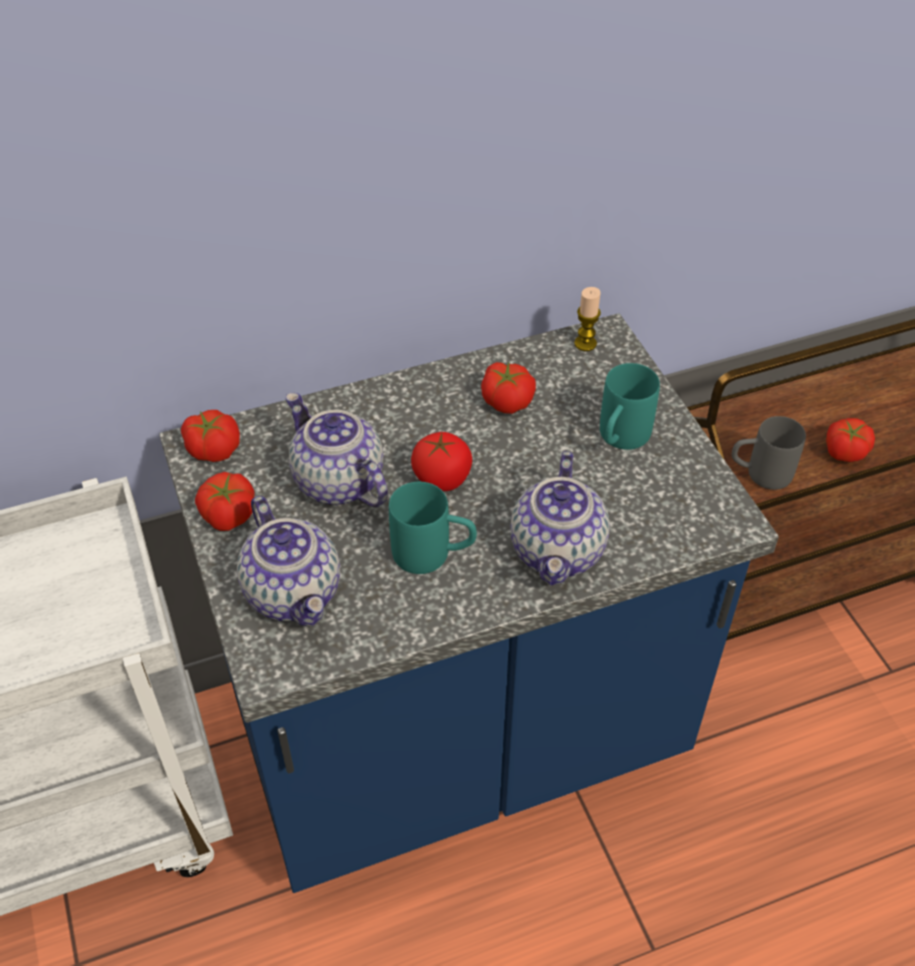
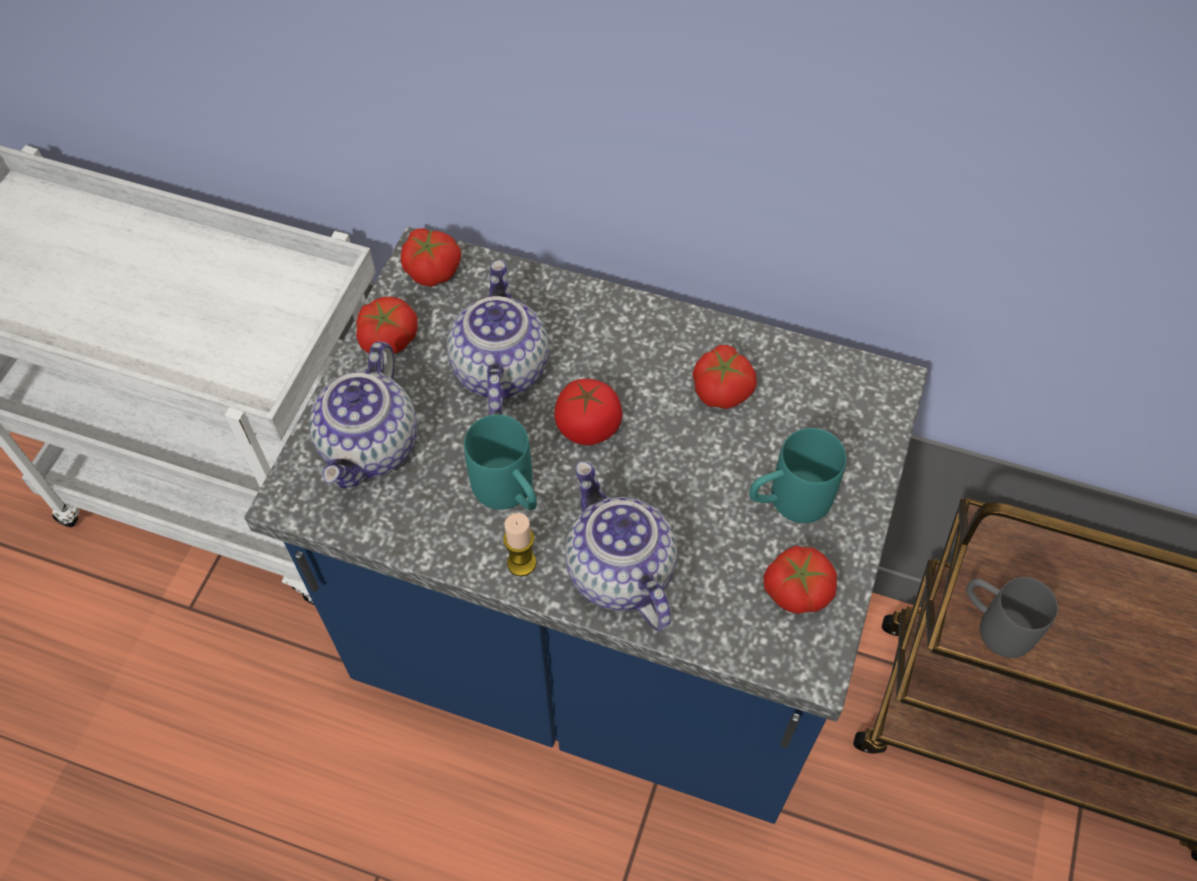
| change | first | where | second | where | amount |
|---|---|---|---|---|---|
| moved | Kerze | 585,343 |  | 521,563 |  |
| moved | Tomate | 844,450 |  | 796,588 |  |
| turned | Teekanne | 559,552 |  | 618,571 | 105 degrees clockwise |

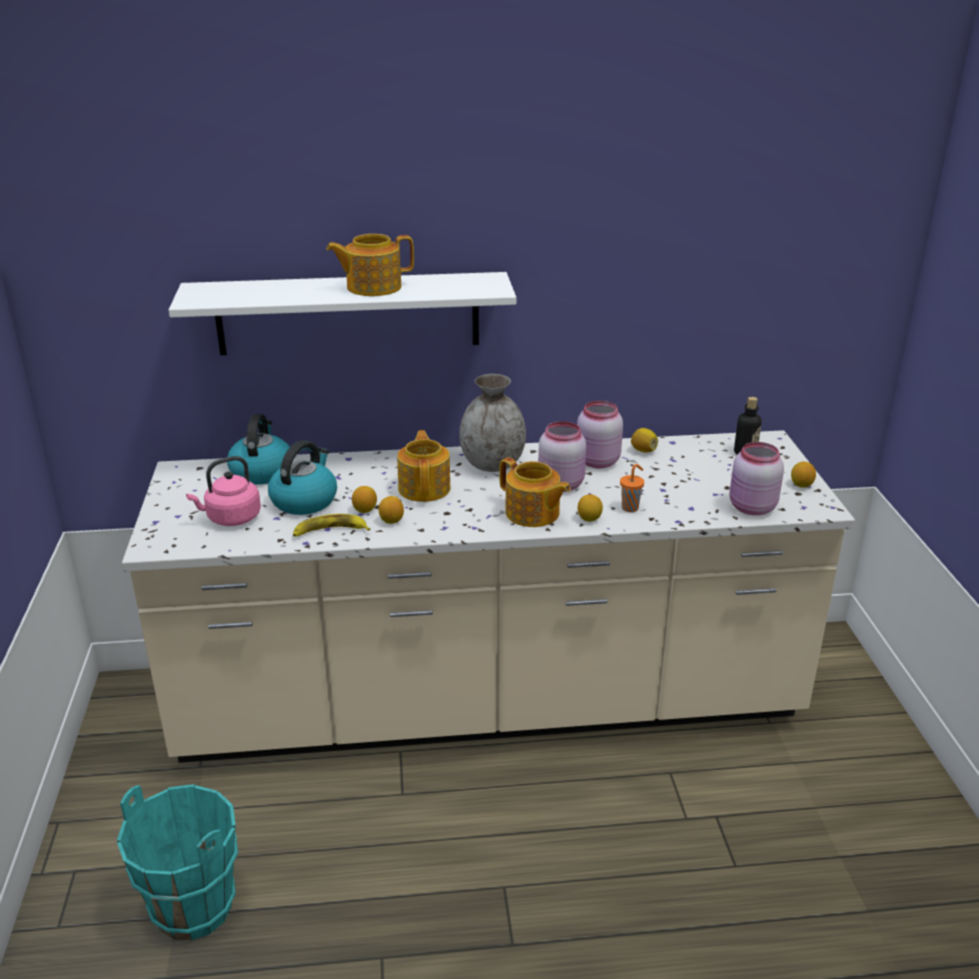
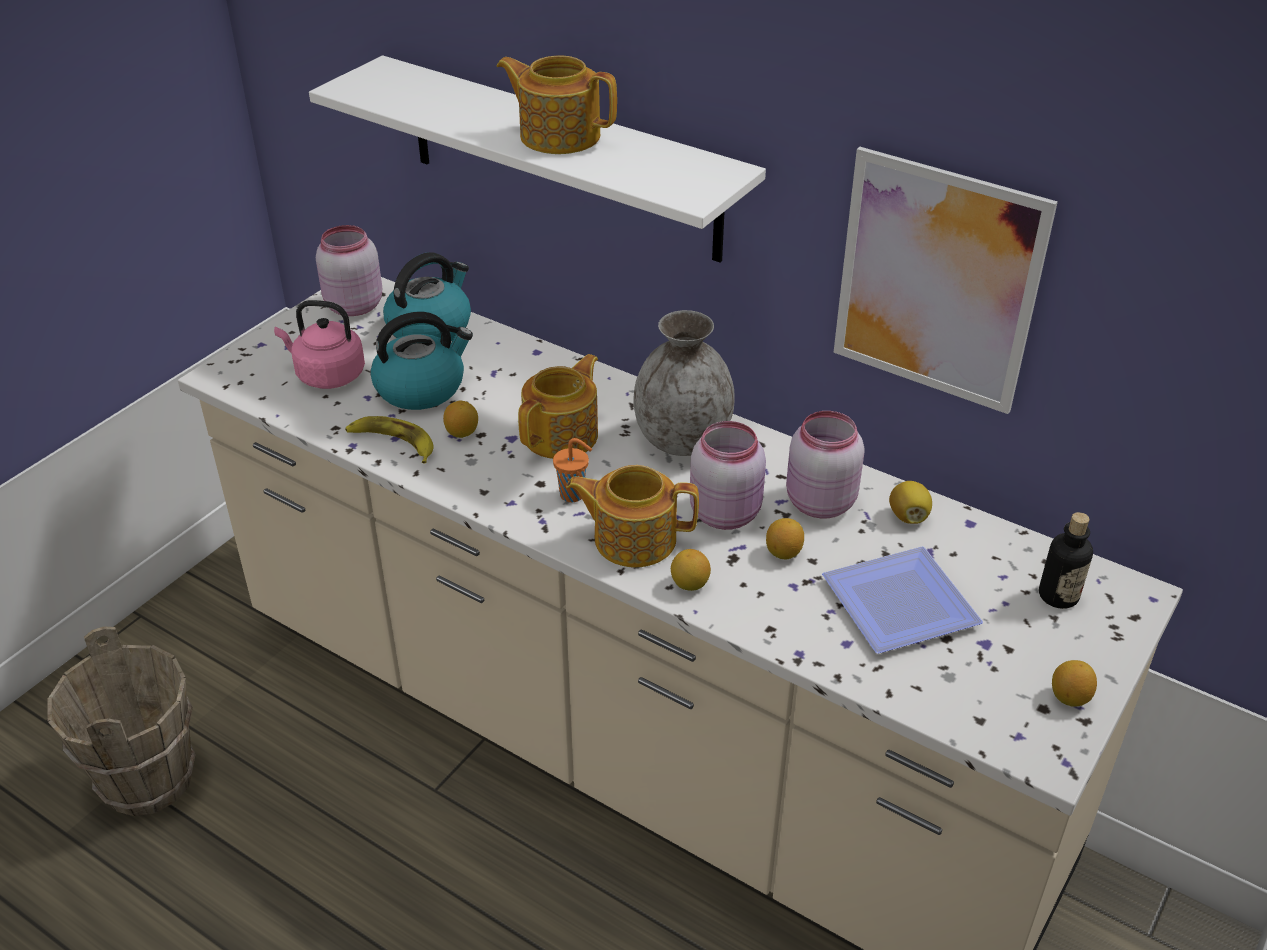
| change | first | where | second | where | amount |
|---|---|---|---|---|---|
| added |  |  | Teller | 893,602 |  |
| added |  |  | Bild | 937,282 |  |
| moved | Zitrone | 391,521 |  | 783,553 |  |
| moved | Tasse/orange | 630,508 |  | 574,495 |  |
| moved | Vorratsglas/rosa | 751,508 |  | 352,306 |  |
| recoloured | Eimer/türkis | 194,907 | Eimer/braun | 150,780 |  |
| turned | Teekanne | 532,514 |  | 633,538 | 105 degrees clockwise |

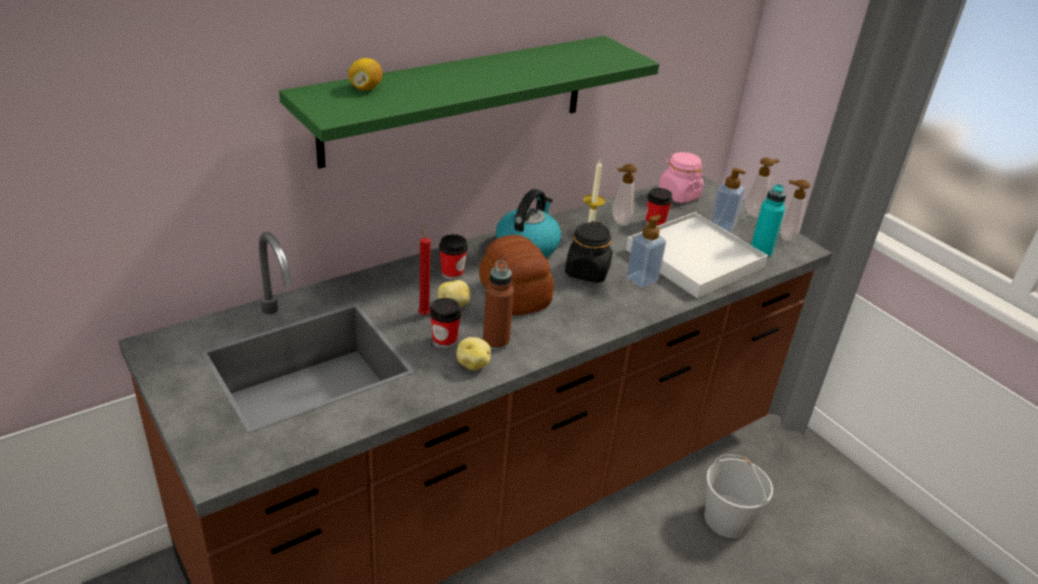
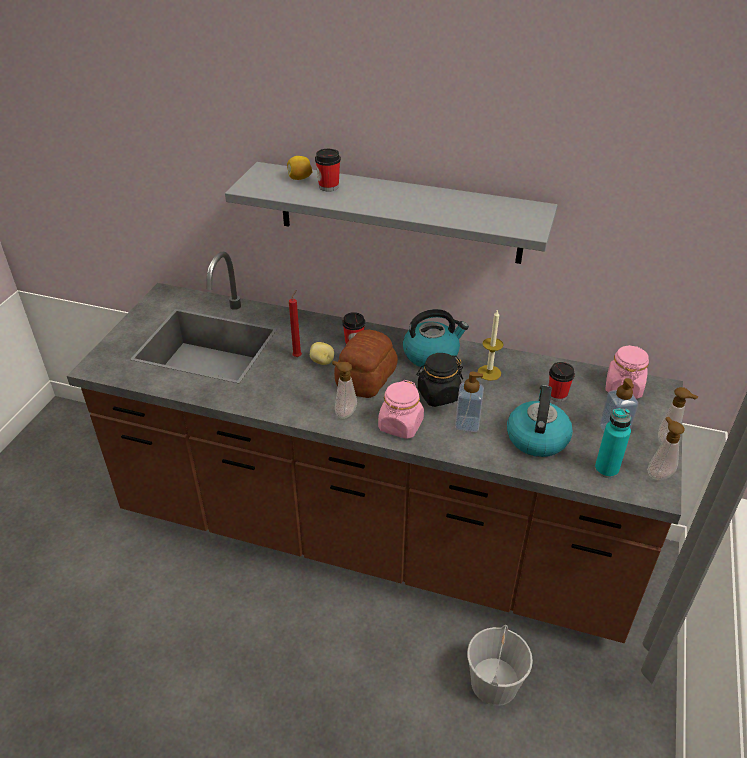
| change | first | where | second | where | amount |
|---|---|---|---|---|---|
| removed | Kartoffel | 473,364 |  |  |  |
| removed | Flasche/braun | 496,342 |  |  |  |
| added |  |  | Vorratsglas/rosa | 400,425 |  |
| moved | Tasse | 444,341 |  | 328,187 |  |
| moved | Seifenspender | 619,222 |  | 344,412 |  |
| replaced | Tablett/weiß | 694,259 | Wasserkessel | 537,437 |  |
| recoloured | Wandregal/grün | 458,99 | Wandregal/grau | 399,213 |  |

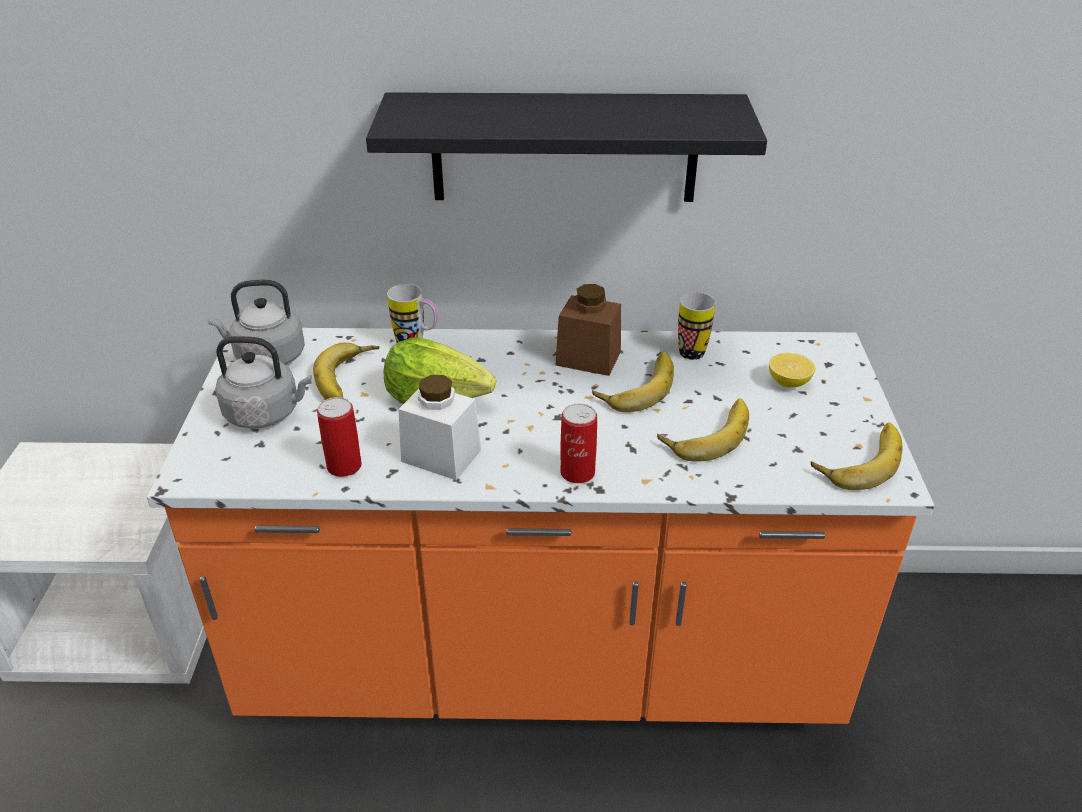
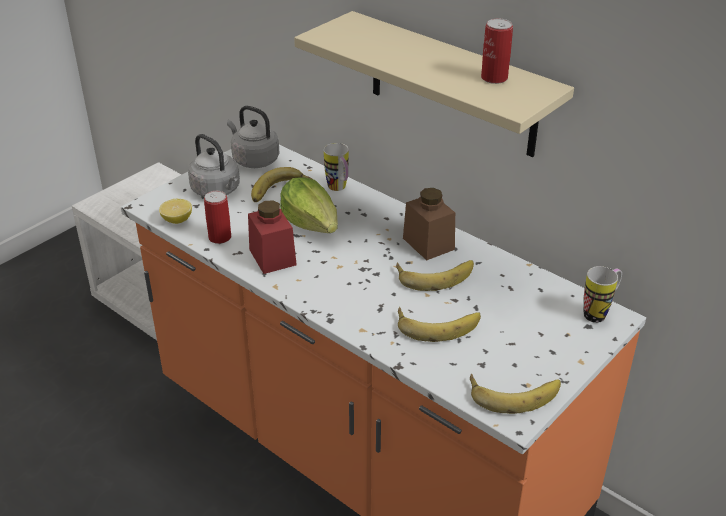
| change | first | where | second | where | amount |
|---|---|---|---|---|---|
| moved | Dose | 577,472 |  | 494,78 |  |
| moved | Henkelbecher | 692,348 |  | 599,312 |  |
| moved | Zitrone | 788,383 |  | 177,220 |  |
| recoloured | Wandregal/schwarz | 564,148 | Wandregal/beige | 452,85 |  |
| recoloured | Vorratsglas/weiß | 441,456 | Vorratsglas/rot | 272,257 |  |

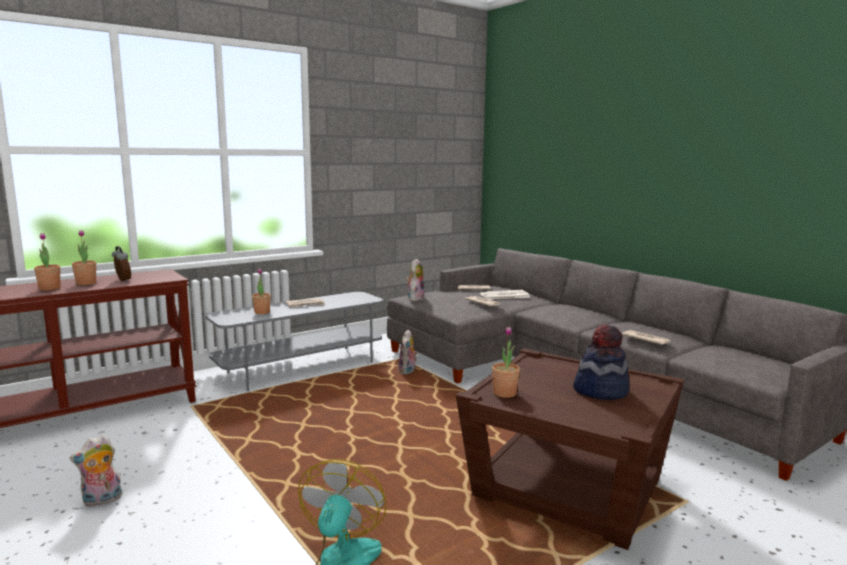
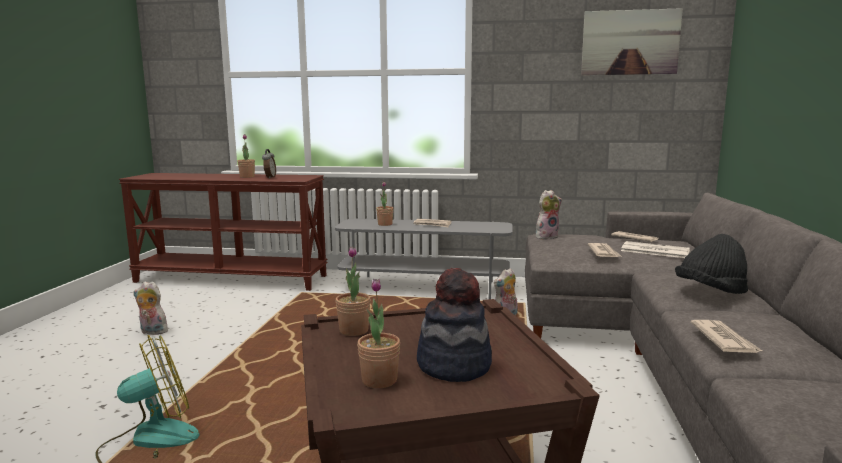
| change | first | where | second | where | amount |
|---|---|---|---|---|---|
| added |  |  | Bild | 630,42 |  |
| added |  |  | Hut/schwarz | 710,292 |  |
| moved | Topfpflanze | 49,288 |  | 379,380 |  |

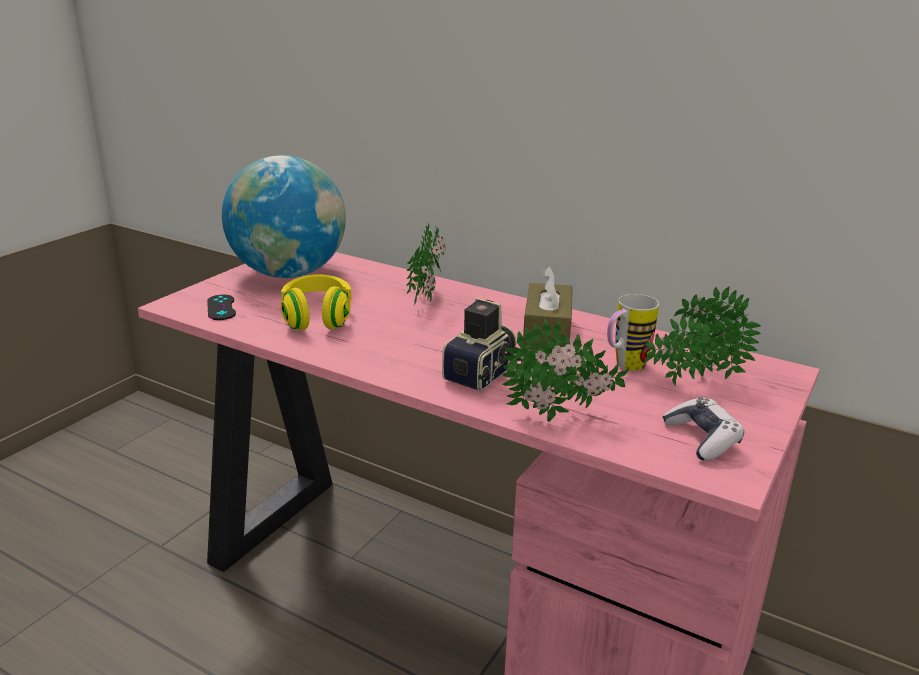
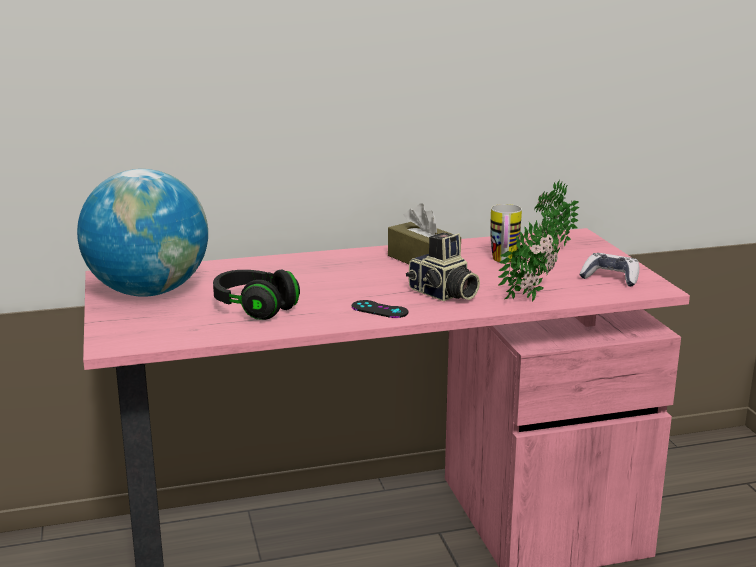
| change | first | where | second | where | amount |
|---|---|---|---|---|---|
| removed | Topfpflanze | 425,297 |  |  |  |
| moved | Gamepad/schwarz | 221,308 |  | 379,309 |  |
| recoloured | Kopfhörer/gelb | 317,317 | Kopfhörer/schwarz | 255,308 |  |
| turned | Kamera | 483,373 |  | 442,294 | 150 degrees clockwise |

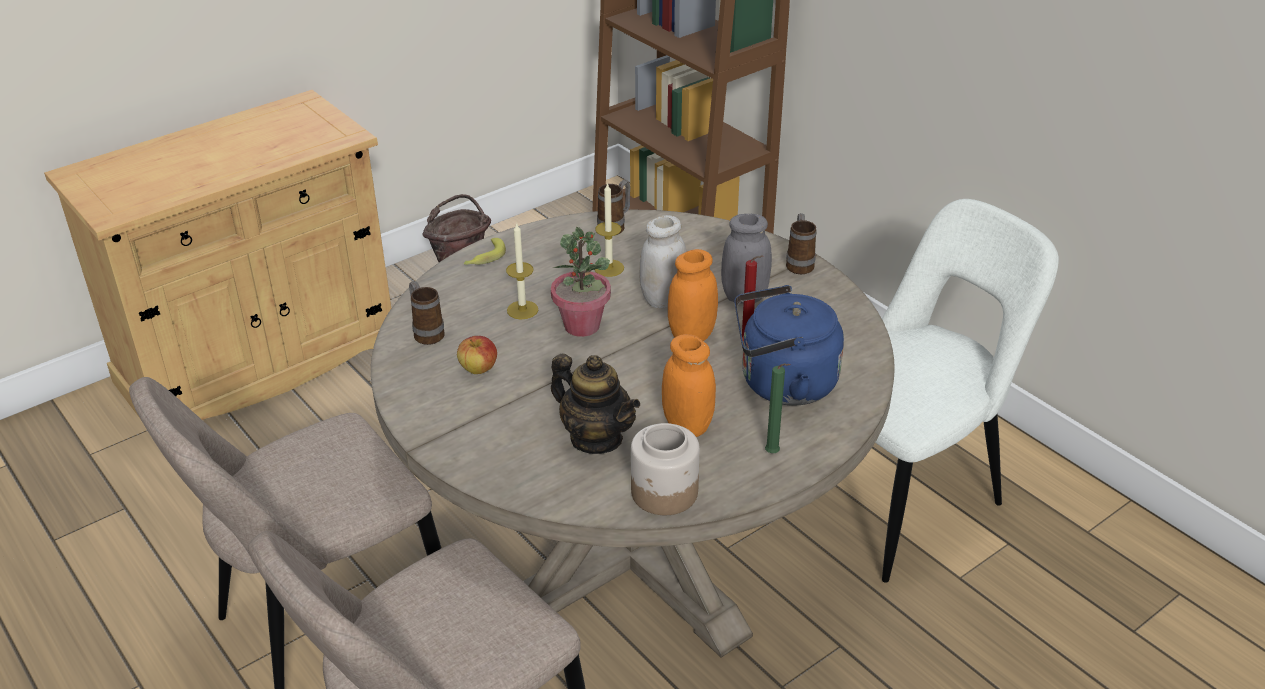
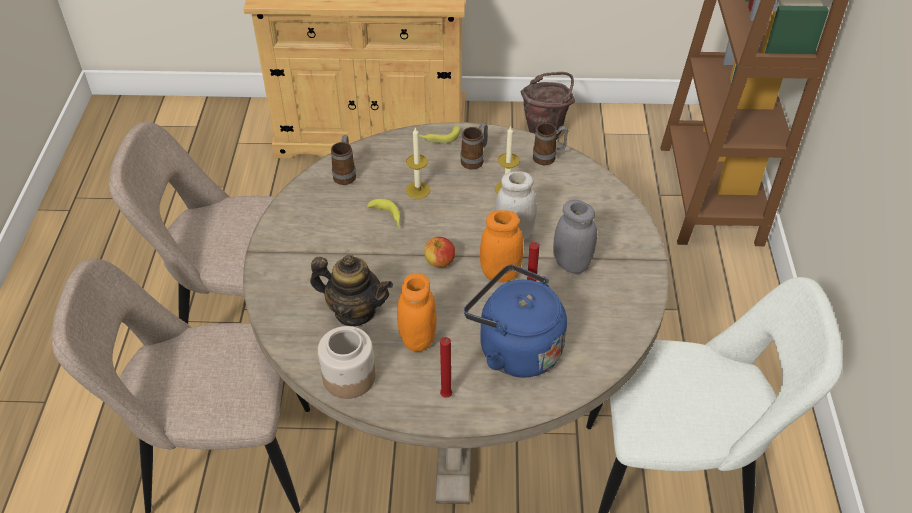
| change | first | where | second | where | amount |
|---|---|---|---|---|---|
| removed | Topfpflanze | 582,326 |  |  |  |
| added |  |  | Banane | 387,217 |  |
| moved | Apfel | 478,369 |  | 439,262 |  |
| moved | Henkelbecher | 799,263 |  | 475,160 |  |
| recoloured | Kerze/grün | 774,454 | Kerze/rot | 446,397 |  |
| turned | Teekanne | 596,438 |  | 355,311 | 60 degrees counterclockwise |

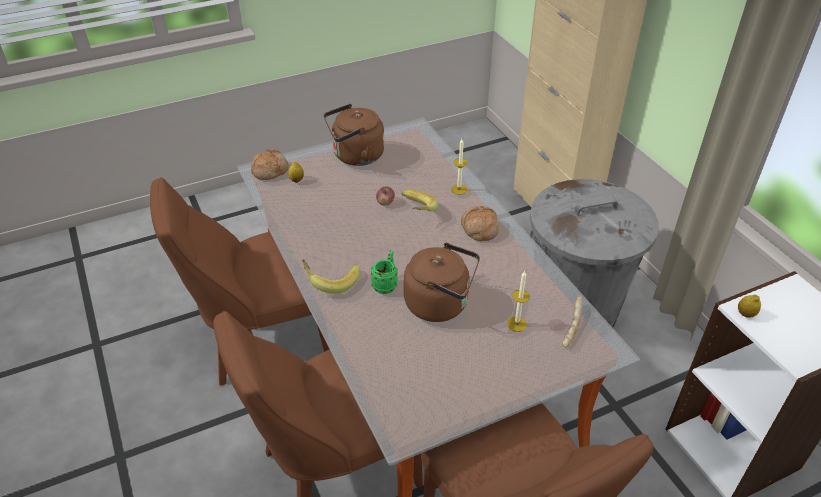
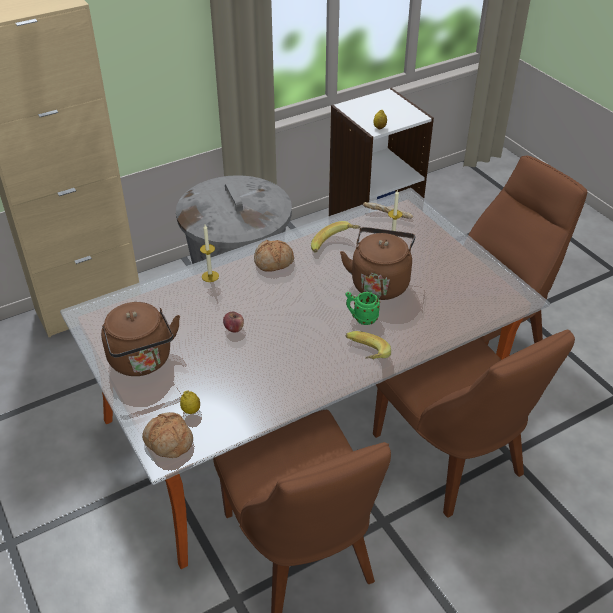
| change | first | where | second | where | amount |
|---|---|---|---|---|---|
| moved | Banane | 415,211 |  | 335,246 |  |

